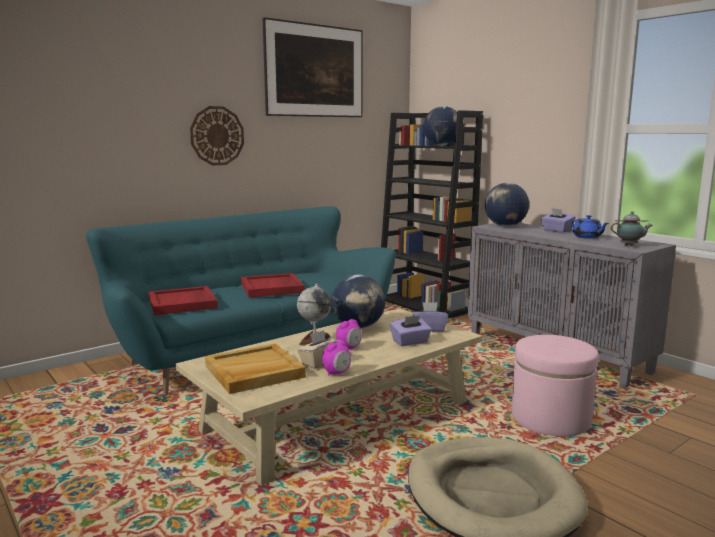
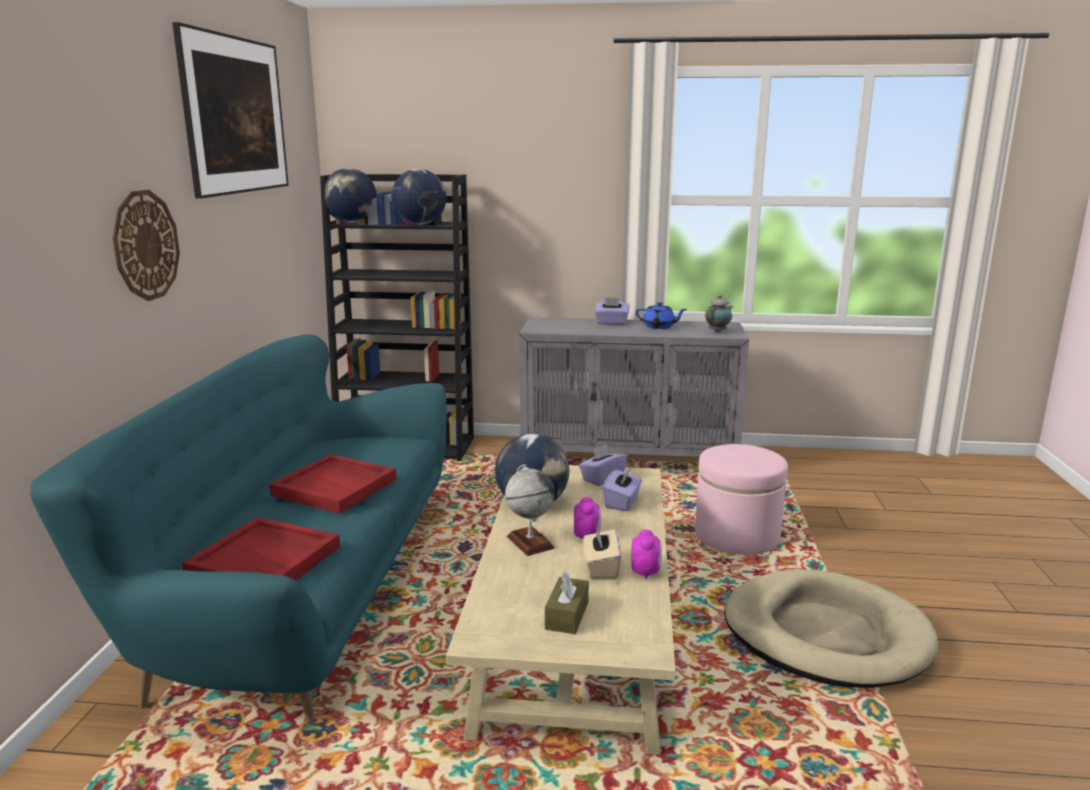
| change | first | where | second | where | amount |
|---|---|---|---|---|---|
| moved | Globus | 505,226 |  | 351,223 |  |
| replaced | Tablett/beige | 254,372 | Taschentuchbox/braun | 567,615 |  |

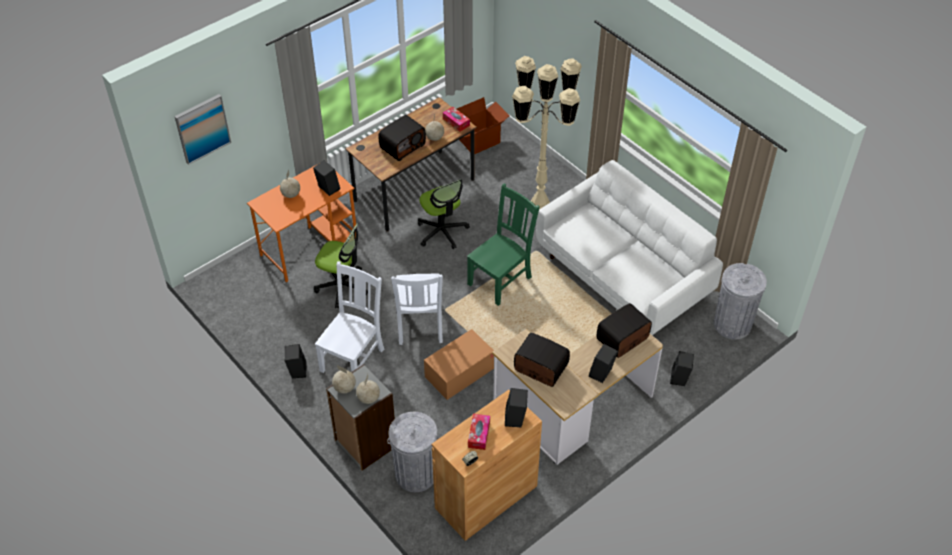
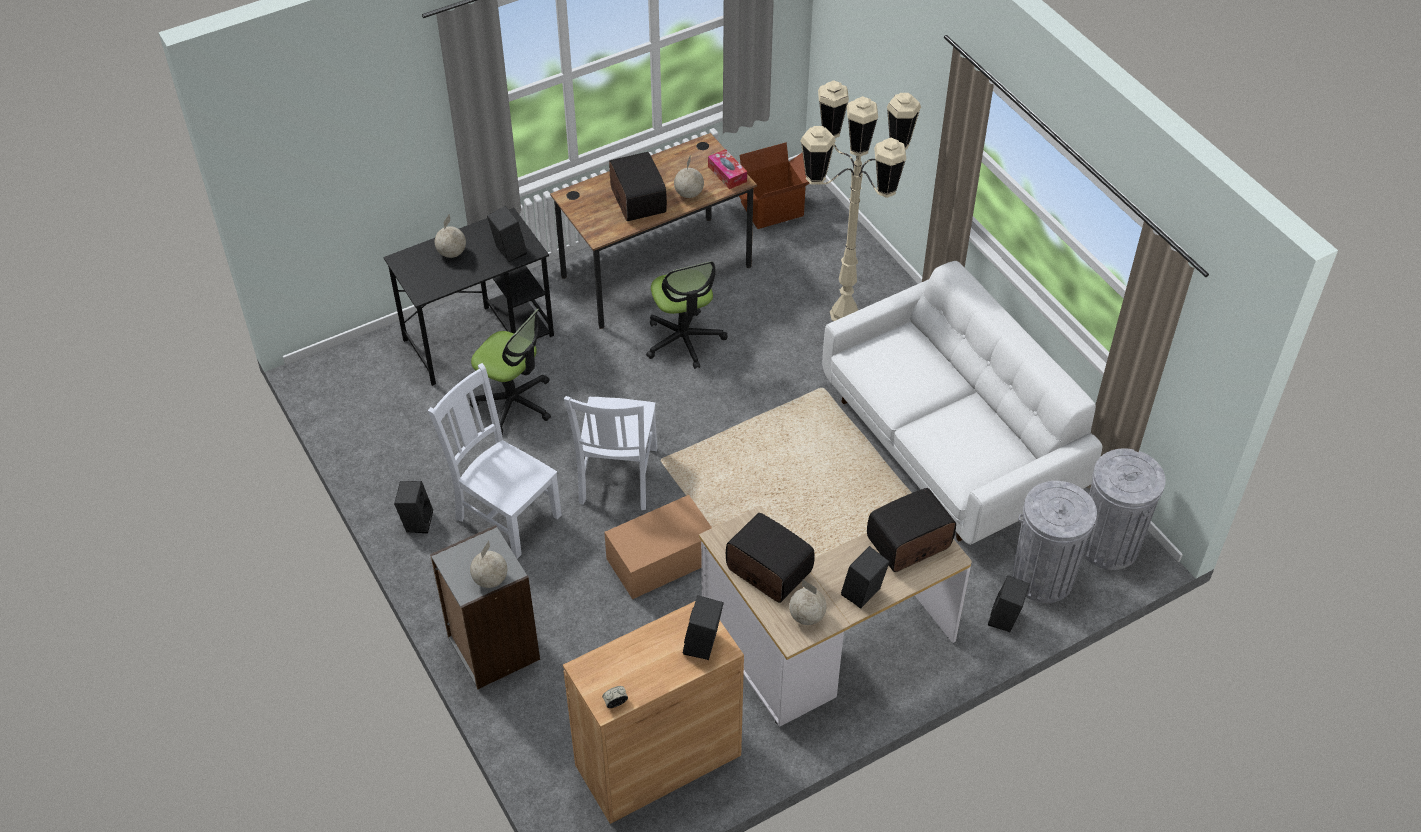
| change | first | where | second | where | amount |
|---|---|---|---|---|---|
| removed | Bild | 202,128 |  |  |  |
| removed | Stuhl/grün | 501,279 |  |  |  |
| removed | Taschentuchbox | 479,434 |  |  |  |
| moved | Globus | 344,388 |  | 806,616 |  |
| moved | Mülleimer/grau | 416,474 |  | 1042,577 |  |
| recoloured | Schreibtisch/orange | 309,247 | Schreibtisch/schwarz | 479,337 |  |
| turned | Stuhl/weiß | 353,358 |  | 505,515 | 90 degrees counterclockwise |
| turned | Radio | 402,146 |  | 636,200 | 75 degrees counterclockwise |

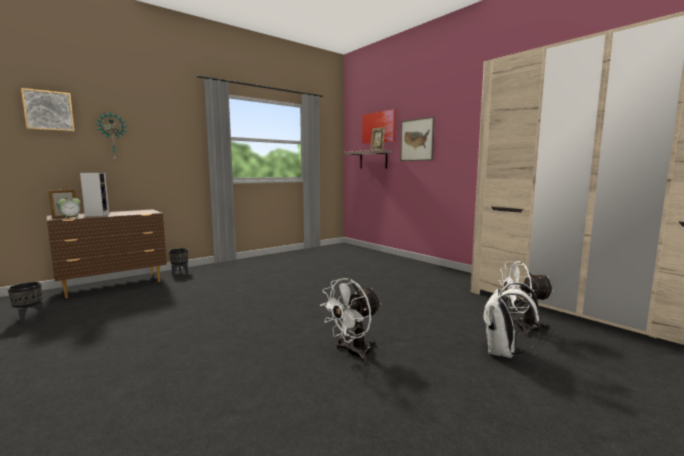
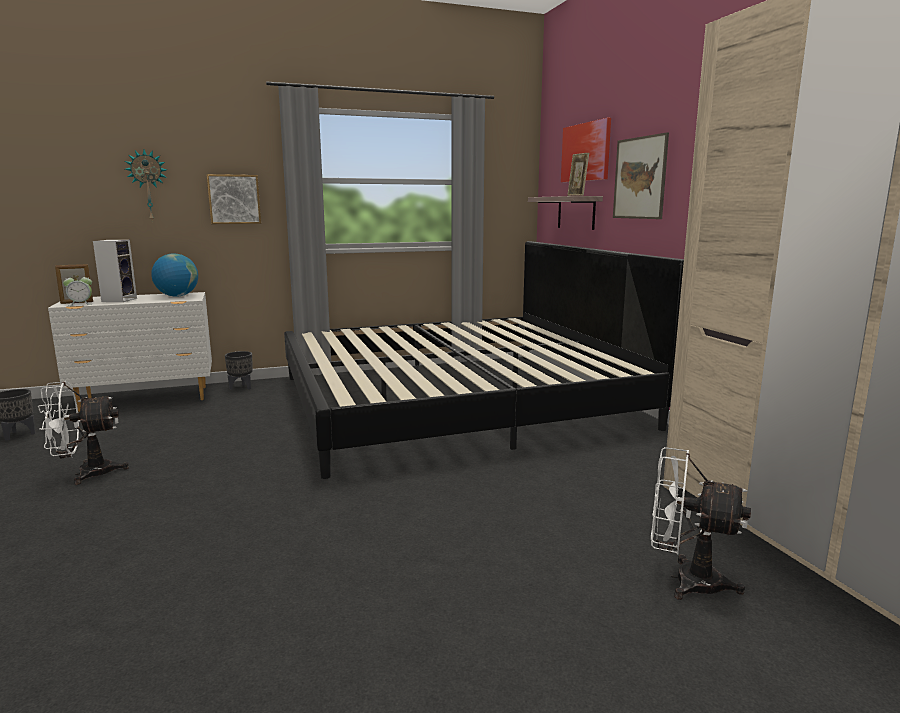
| change | first | where | second | where | amount |
|---|---|---|---|---|---|
| removed | Rucksack/weiß | 503,353 |  |  |  |
| added |  |  | Globus | 177,296 |  |
| added |  |  | Bett | 455,401 |  |
| moved | Bild | 48,111 |  | 234,199 |  |
| moved | Ventilator/weiß | 353,354 |  | 86,473 |  |
| recoloured | Kommode/braun | 114,285 | Kommode/weiß | 147,399 |  |

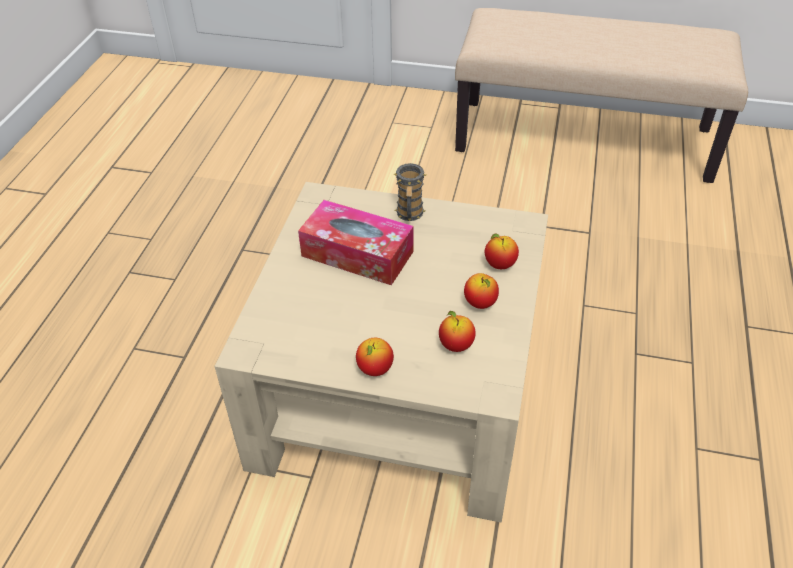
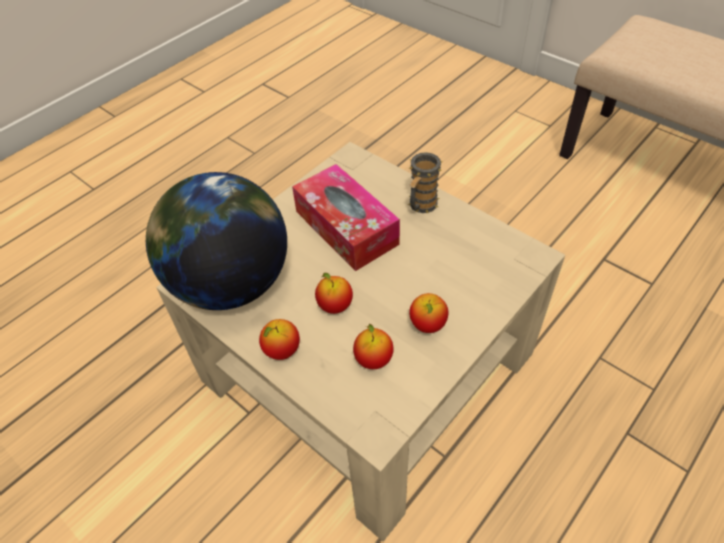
| change | first | where | second | where | amount |
|---|---|---|---|---|---|
| added |  |  | Globus | 231,283 |  |
| moved | Apfel | 500,265 |  | 335,306 |  |

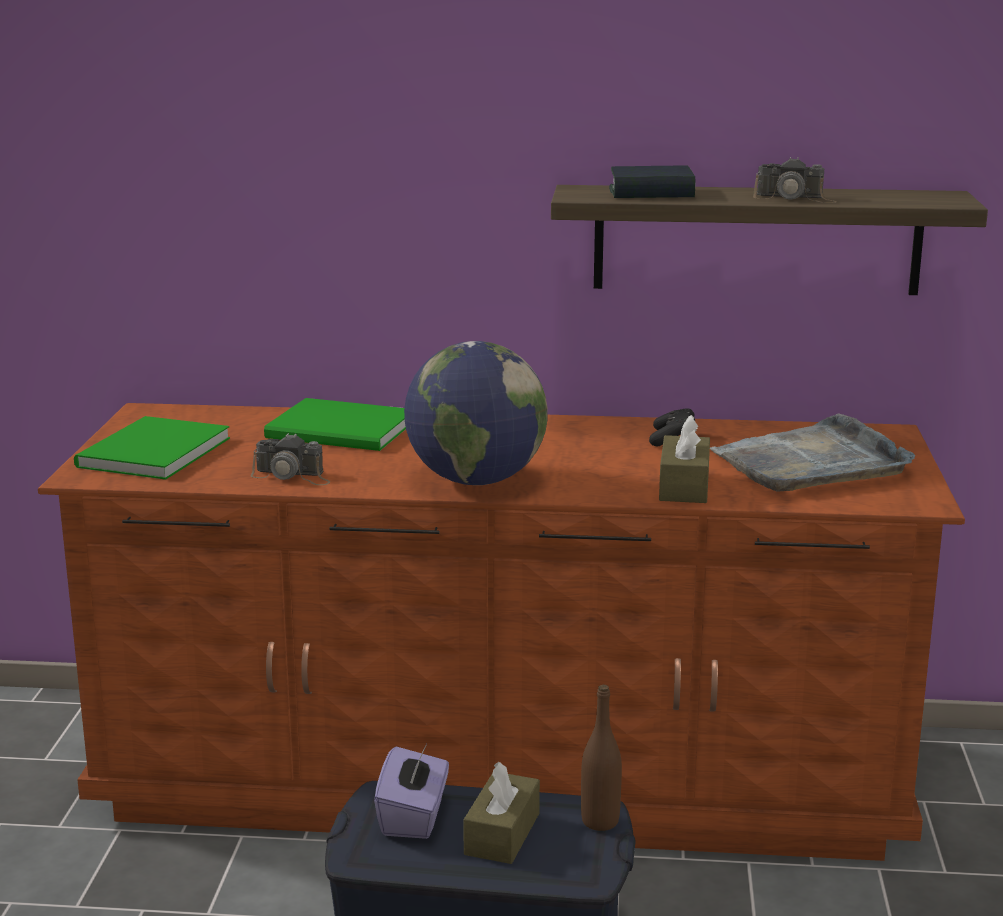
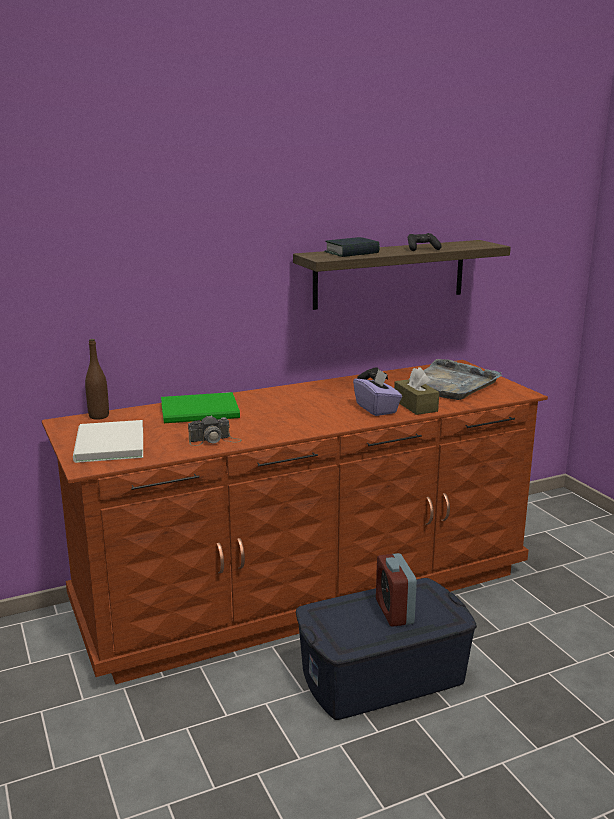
| change | first | where | second | where | amount |
|---|---|---|---|---|---|
| removed | Globus | 476,480 |  |  |  |
| moved | Taschentuchbox/lila | 414,817 |  | 377,409 |  |
| moved | Flasche/braun | 600,821 |  | 99,416 |  |
| replaced | Taschentuchbox/braun | 502,834 | Wecker | 394,611 |  |
| replaced | Kamera | 795,198 | Gamepad/schwarz | 422,249 |  |
| recoloured | Buch/grün | 149,453 | Buch/weiß | 107,445 |  |

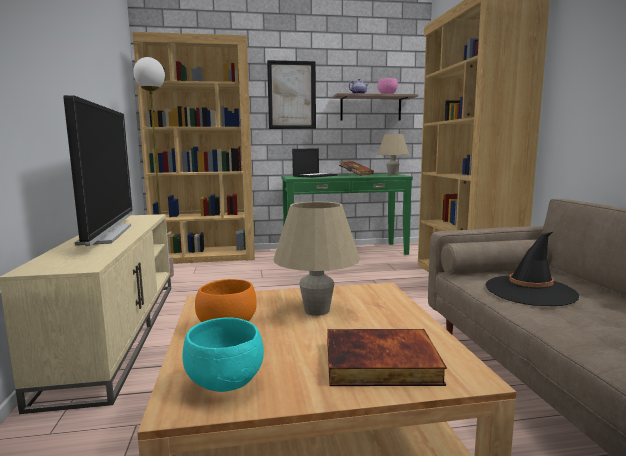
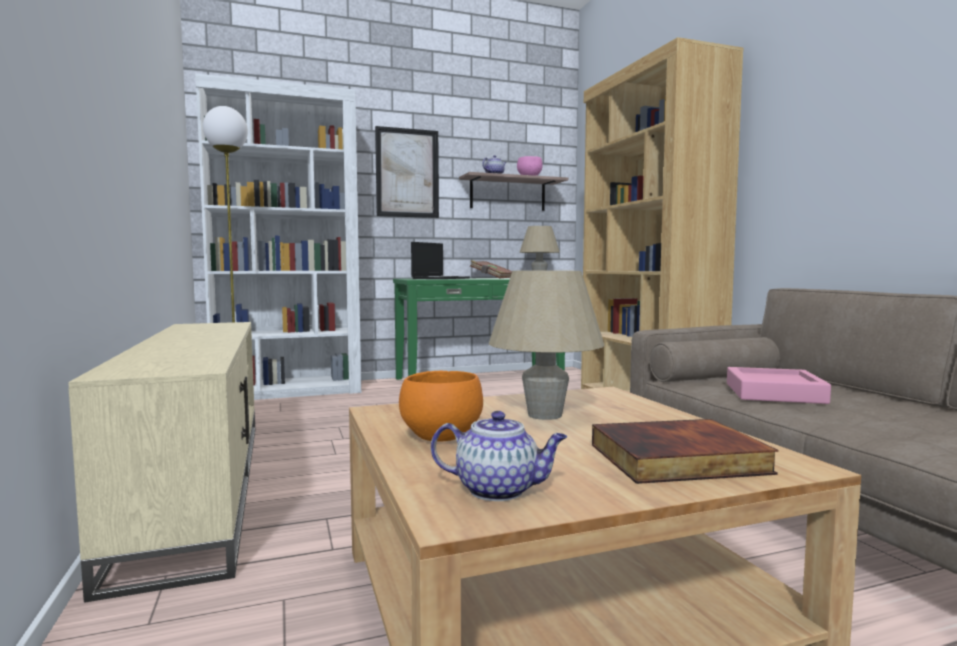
| change | first | where | second | where | amount |
|---|---|---|---|---|---|
| removed | Fernseher | 106,234 |  |  |  |
| replaced | Schüssel/türkis | 227,384 | Teekanne | 499,490 |  |
| replaced | Hut/schwarz | 530,291 | Tablett/rosa | 774,393 |  |
| recoloured | Bücherregal/braun | 206,257 | Bücherregal/weiß | 289,391 |  |

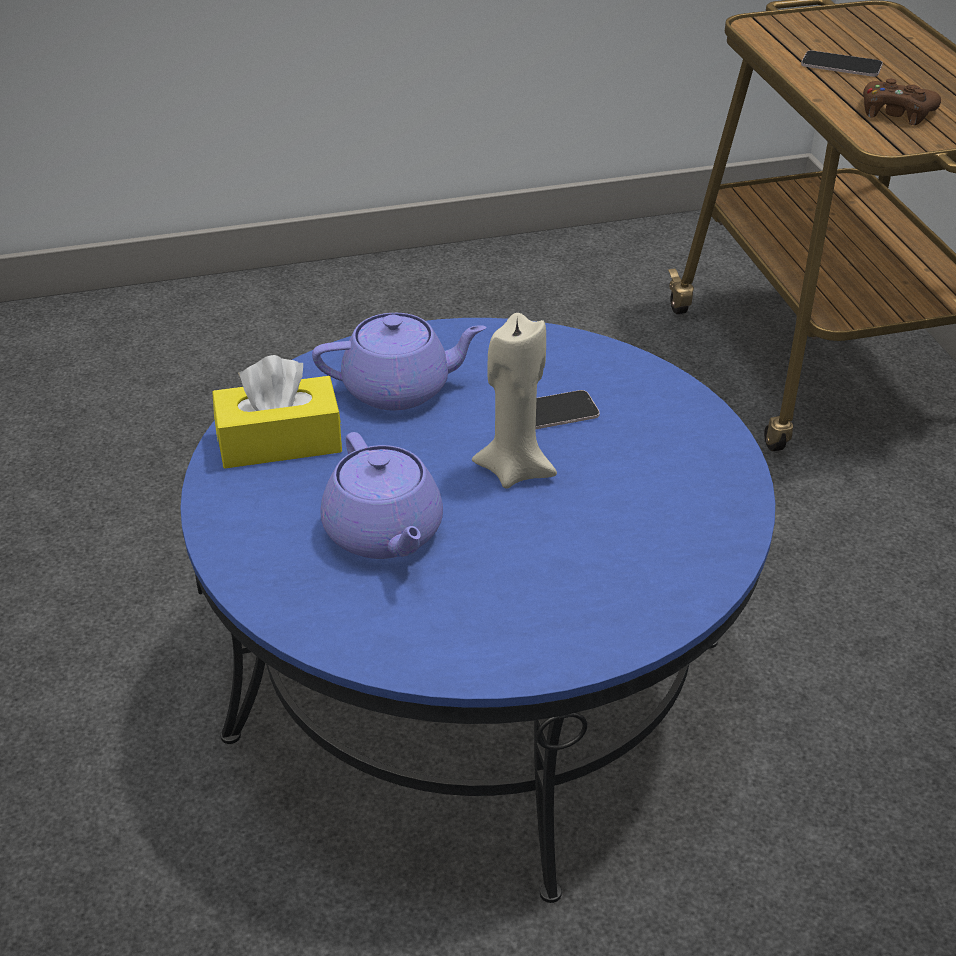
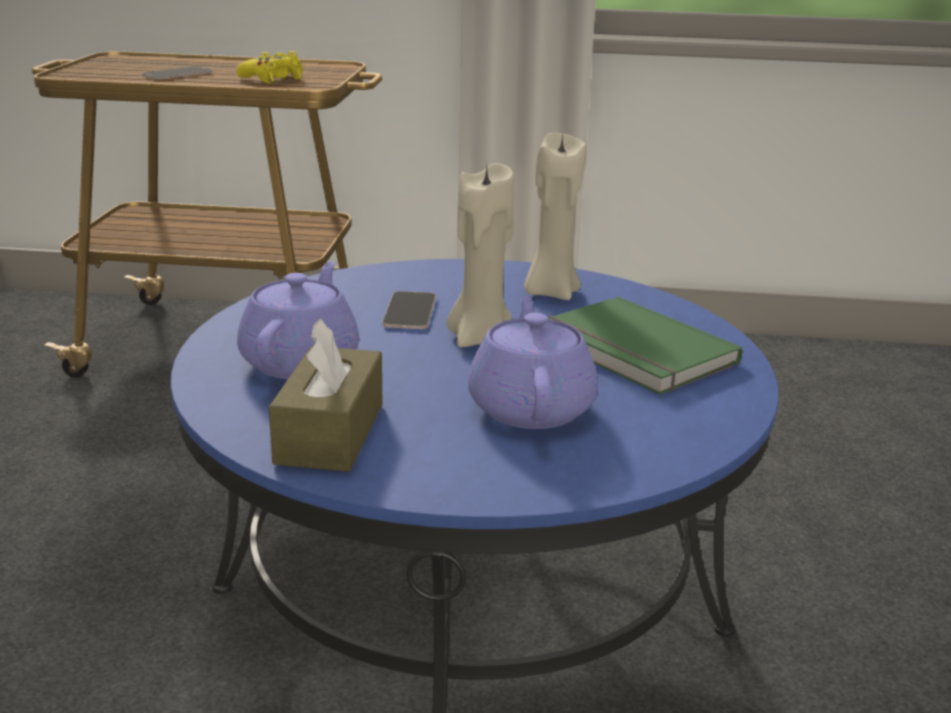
| change | first | where | second | where | amount |
|---|---|---|---|---|---|
| added |  |  | Kerze/beige | 551,292 |  |
| added |  |  | Buch/grün | 633,352 |  |
| recoloured | Taschentuchbox/gelb | 279,442 | Taschentuchbox/braun | 330,433 |  |
| recoloured | Gamepad/braun | 896,113 | Gamepad/gelb | 273,79 |  |
| turned | Teekanne/lila | 384,533 |  | 531,407 | 90 degrees counterclockwise |

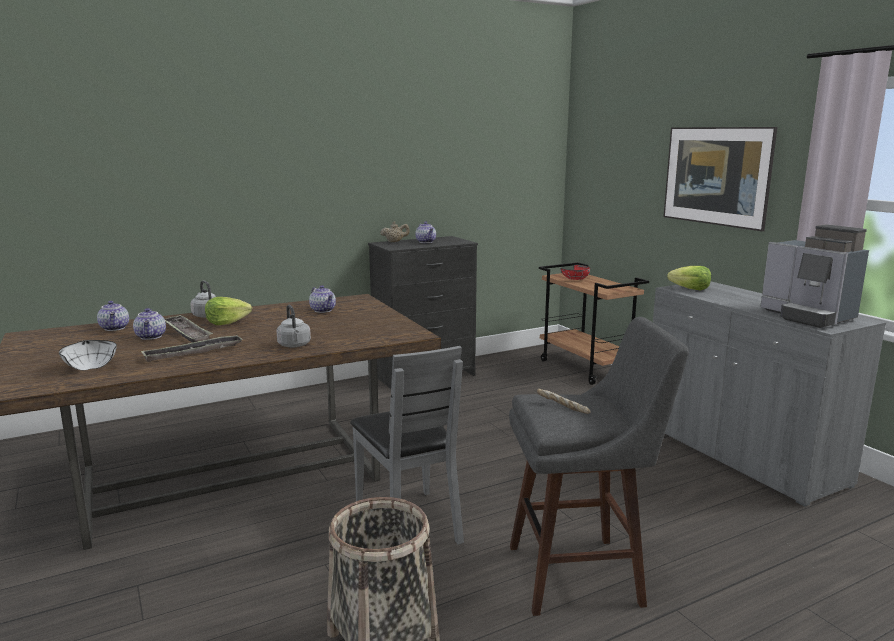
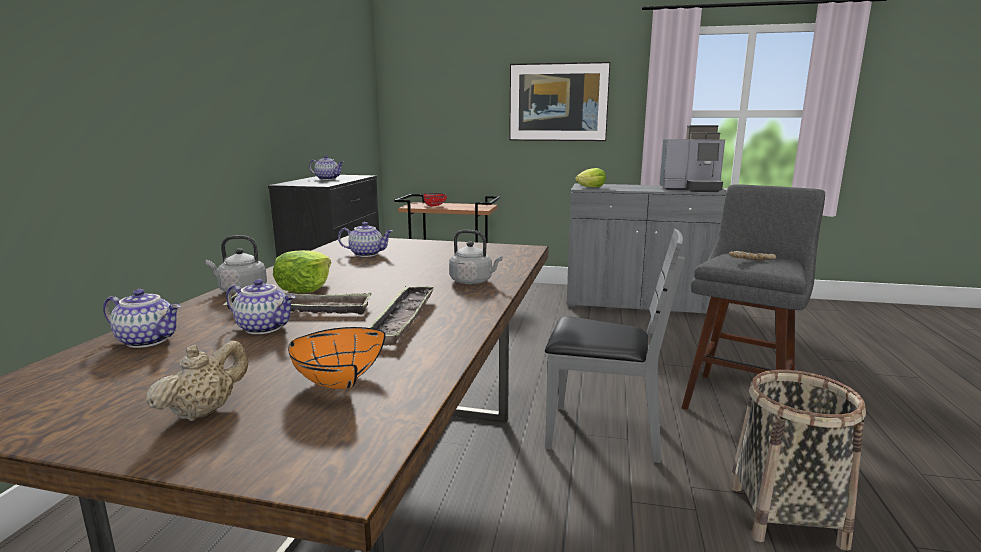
| change | first | where | second | where | amount |
|---|---|---|---|---|---|
| moved | Teekanne/beige | 395,242 |  | 205,411 |  |
| recoloured | Schüssel/weiß | 90,367 | Schüssel/orange | 334,383 |  |

